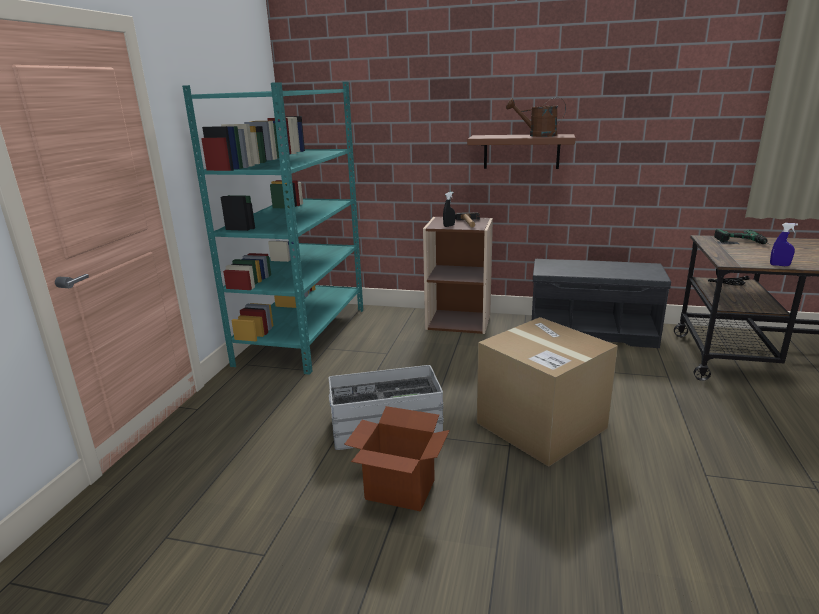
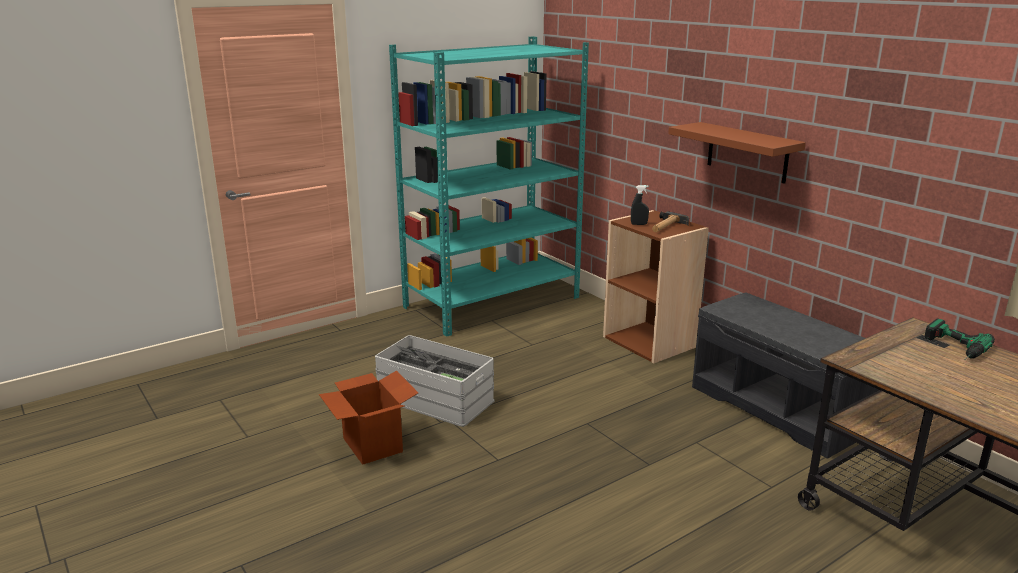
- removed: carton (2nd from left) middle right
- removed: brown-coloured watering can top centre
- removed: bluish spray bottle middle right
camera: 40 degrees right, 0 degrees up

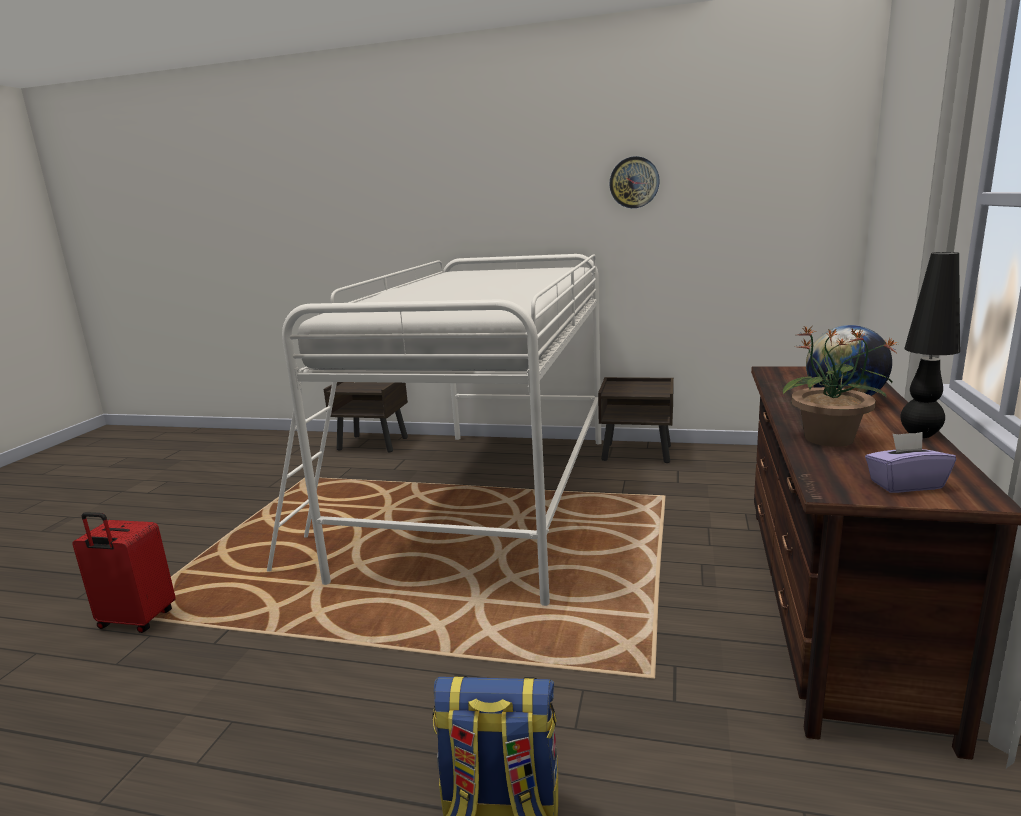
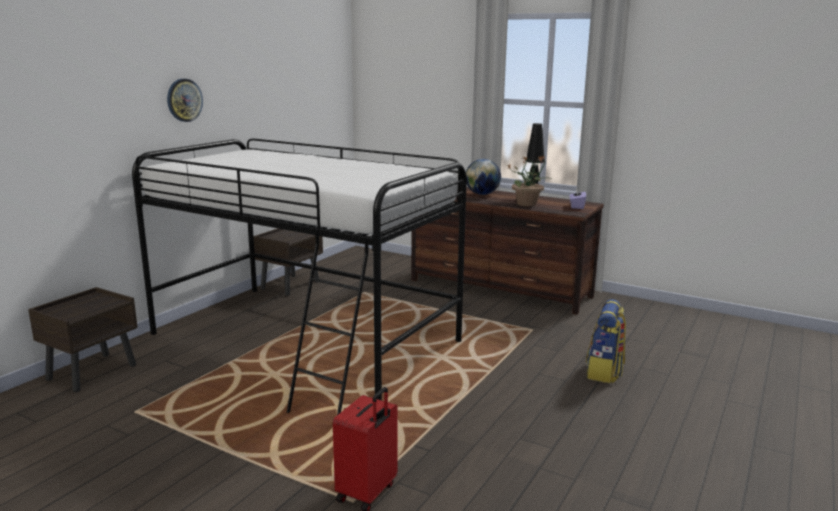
- recoloured: white bedroom bed centre to blackish bedroom bed centre
- moved: hanging clock top centre to top left
camera: 75 degrees left, 0 degrees up

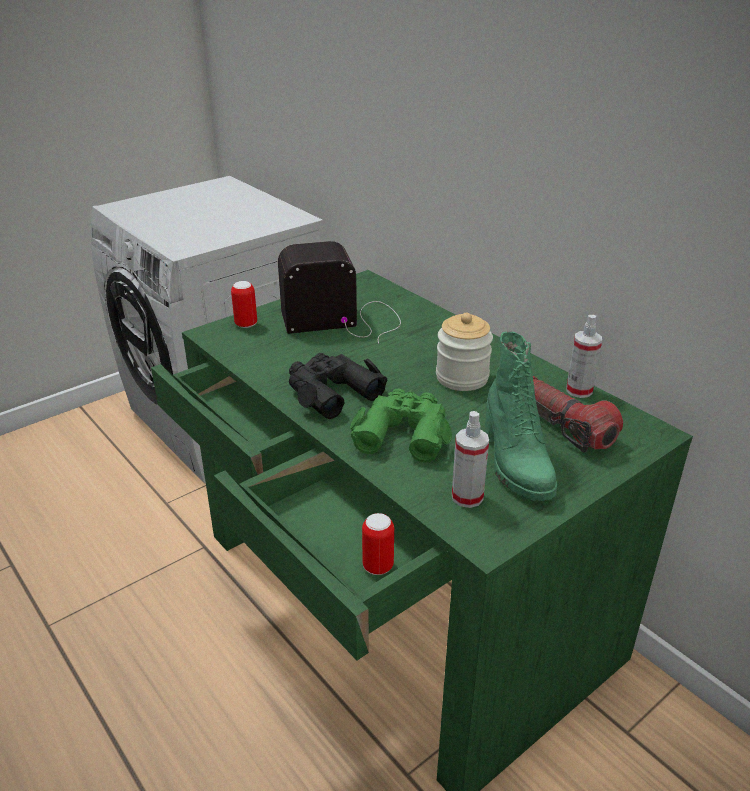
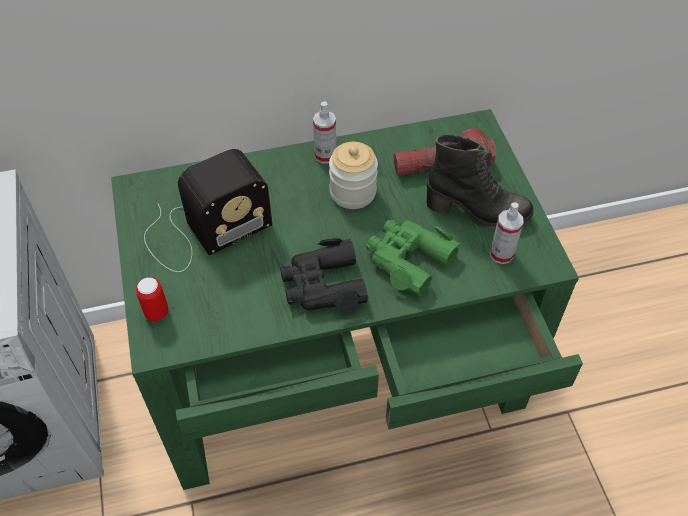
- turned: radio receiver centre = middle left 135 degrees counterclockwise
- moved: spray bottle (2nd from left in the first image) middle right to spray bottle (1st from left) top centre
- recoloured: green high-top boot middle right to blackish high-top boot middle right
- removed: can (2nd from left) bottom centre
camera: 65 degrees left, 20 degrees up

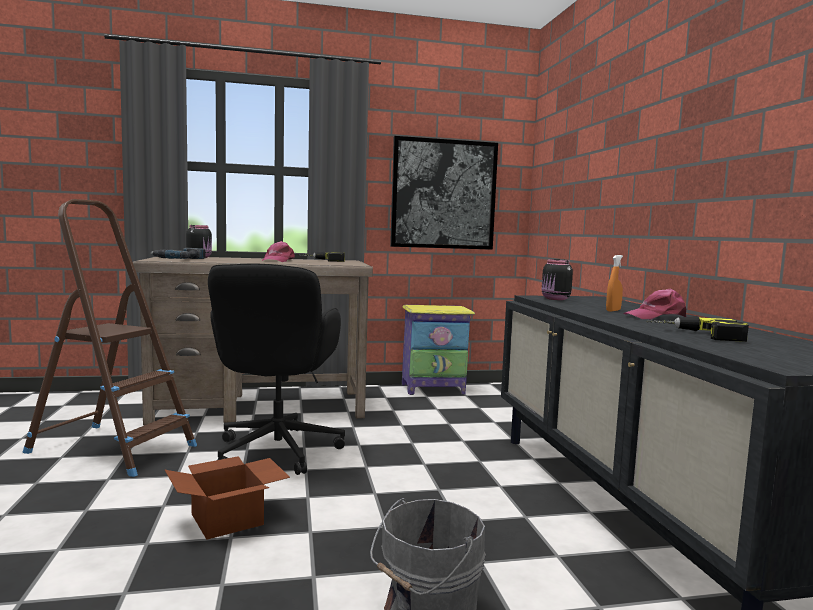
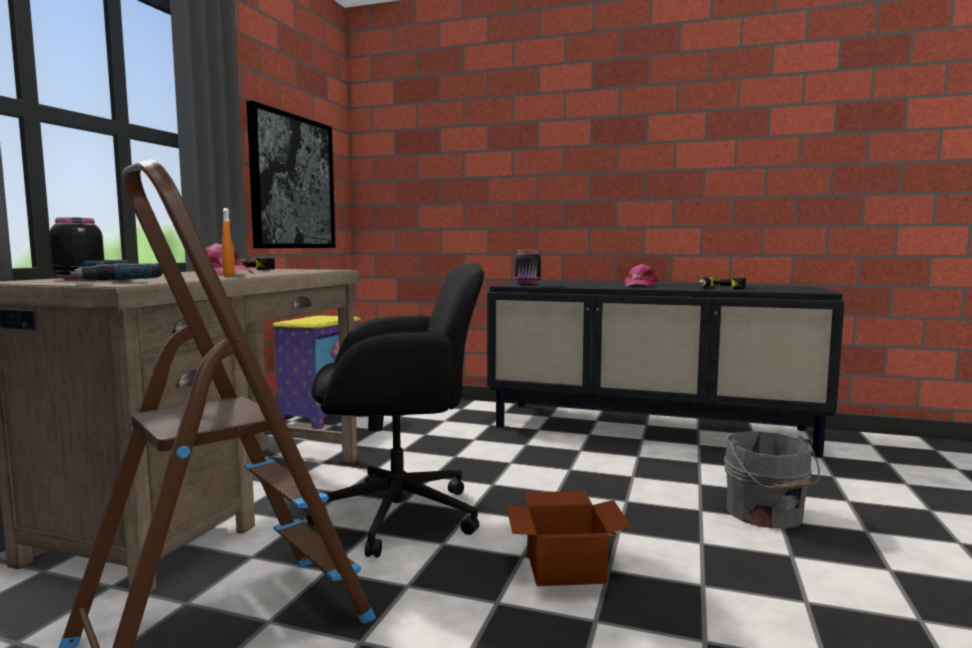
- moved: orangey spray bottle middle right to middle left
- turned: blackish office chair centre = centre 45 degrees counterclockwise
camera: 60 degrees left, 0 degrees up

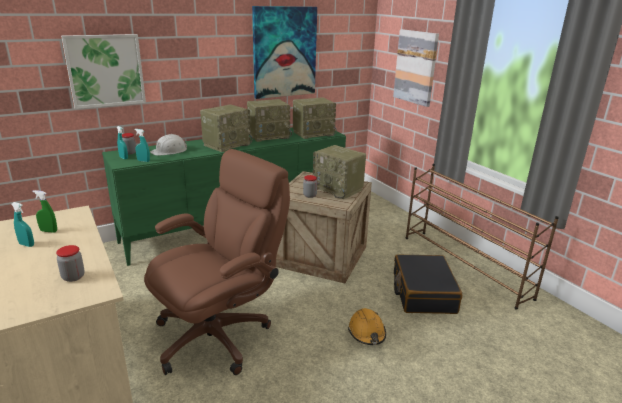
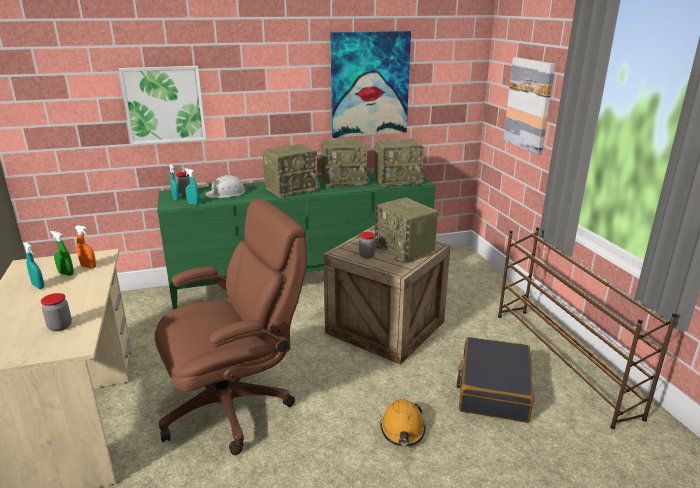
- added: orangey spray bottle middle left
camera: 15 degrees right, 0 degrees up

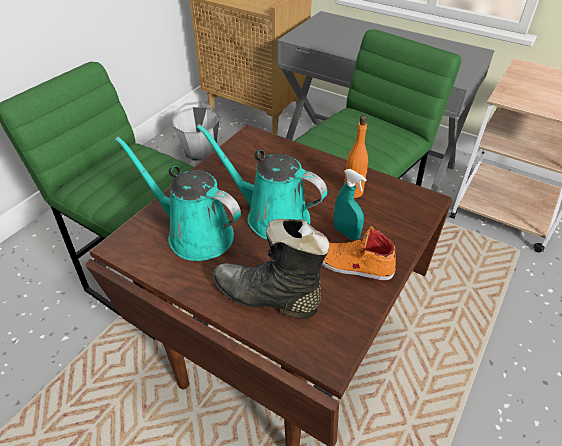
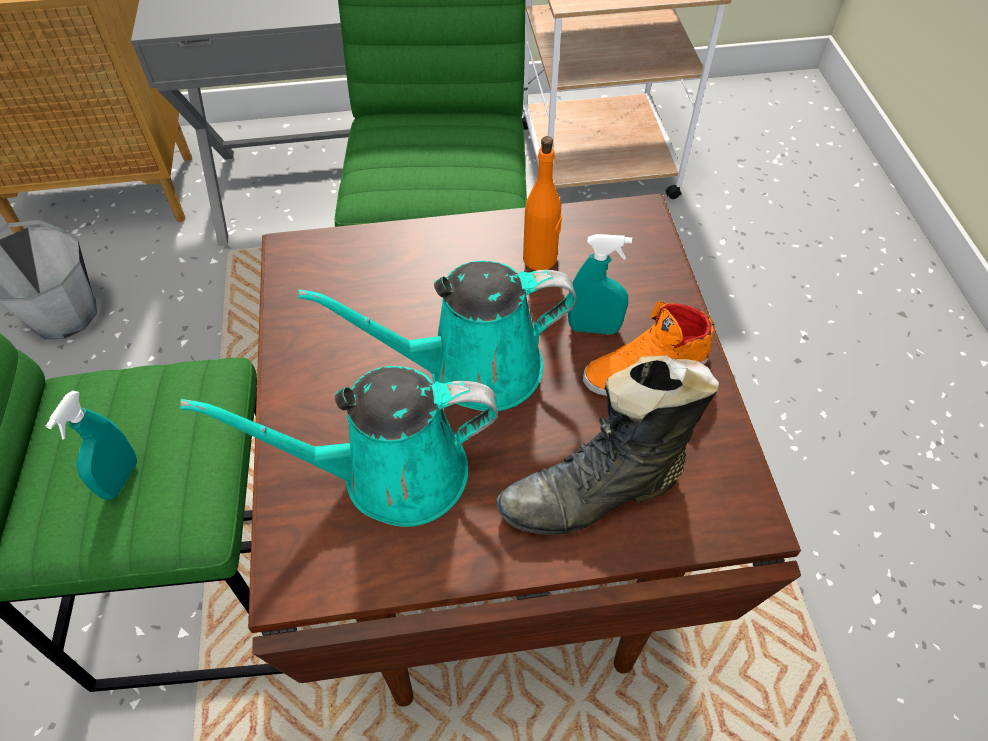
- added: turquoise spray bottle (1st from left) middle left
camera: 40 degrees left, 10 degrees up

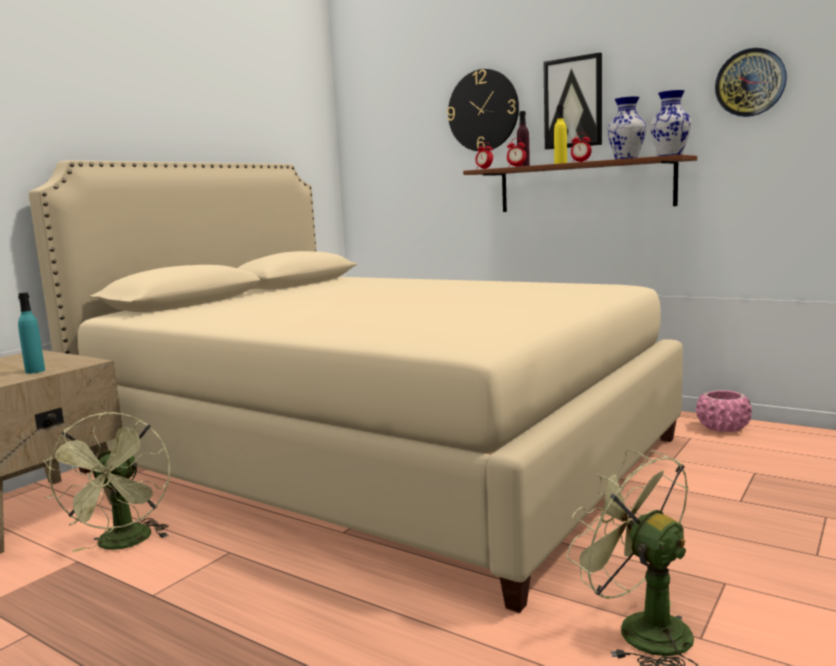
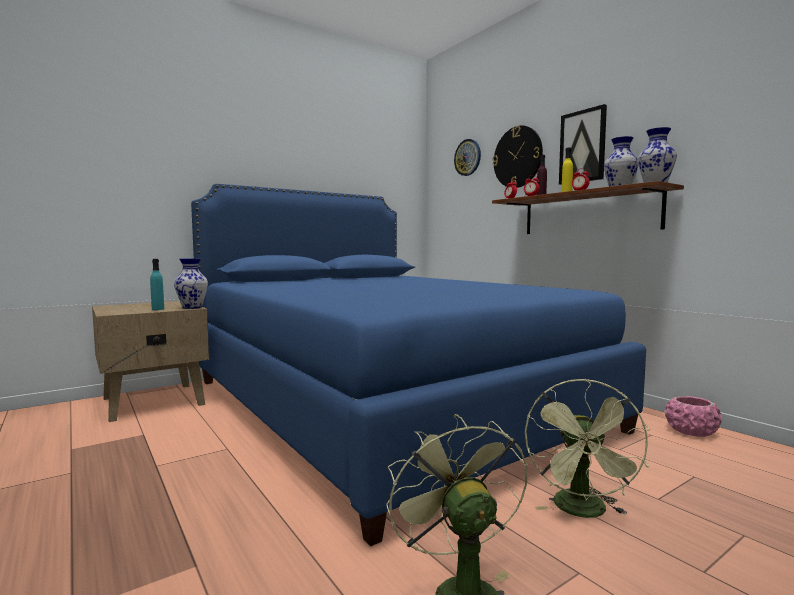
- added: vase (1st from left) middle left
- recoloured: sand-coloured bedroom bed centre to bluish bedroom bed centre
- moved: hanging clock (2nd from left in the first image) top right to hanging clock (1st from left) top centre
- moved: green fan (1st from left in the first image) bottom left to green fan (2nd from left) bottom right
camera: 20 degrees right, 5 degrees down

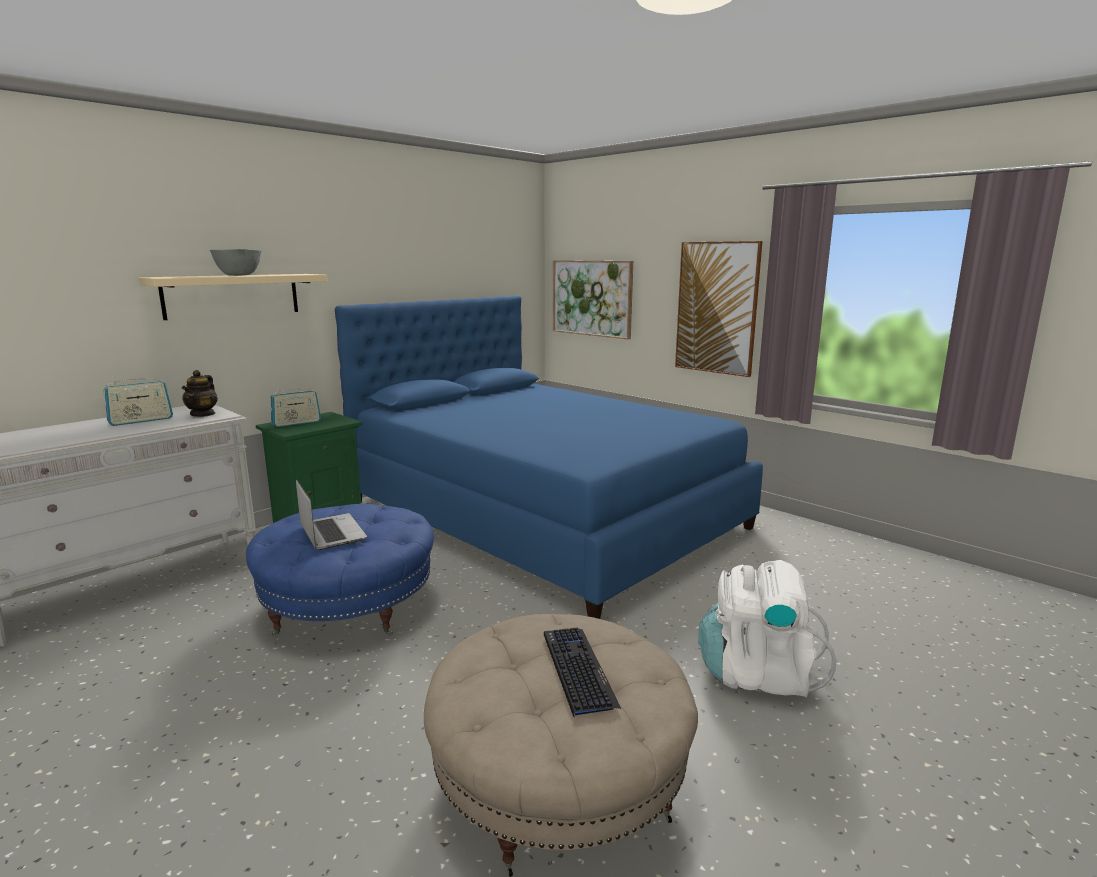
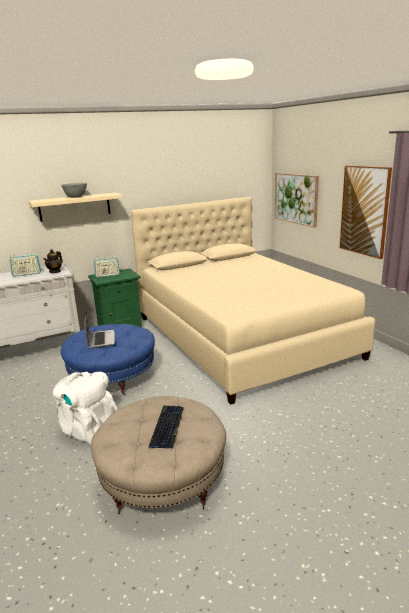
- moved: white rucksack bottom right to middle left
- recoloured: bluish bedroom bed centre to sand-coloured bedroom bed centre
camera: 20 degrees right, 5 degrees up

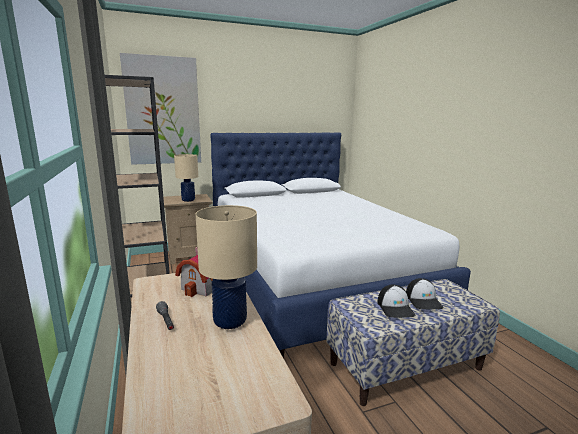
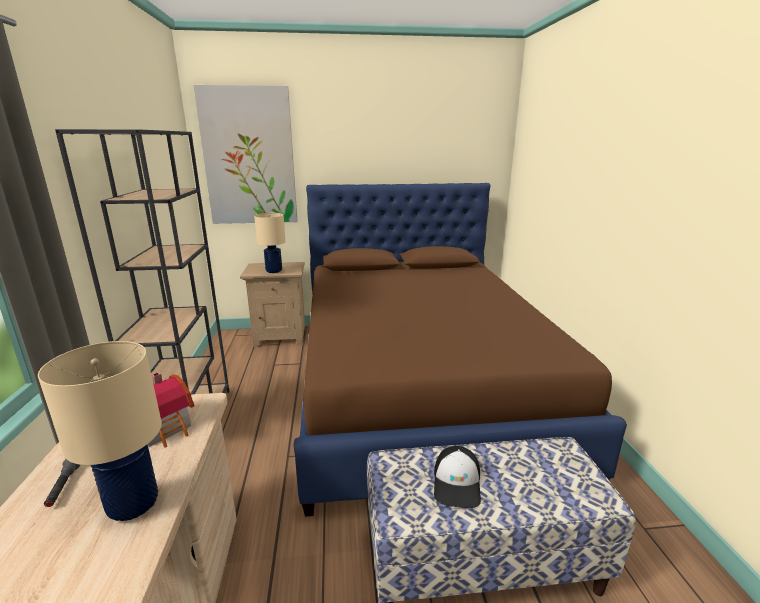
- recoloured: white bedroom bed centre to brown-coloured bedroom bed centre
- removed: baseball cap (2nd from left) bottom right
camera: 15 degrees right, 5 degrees up

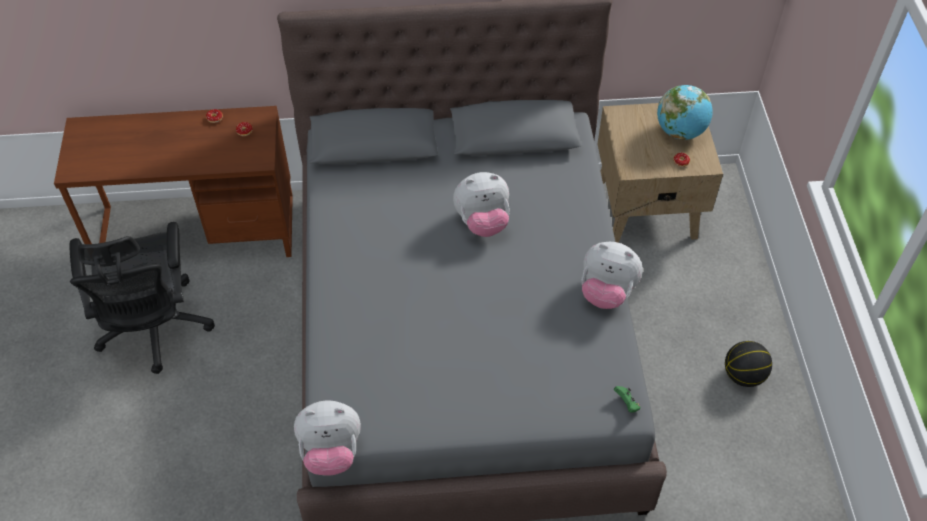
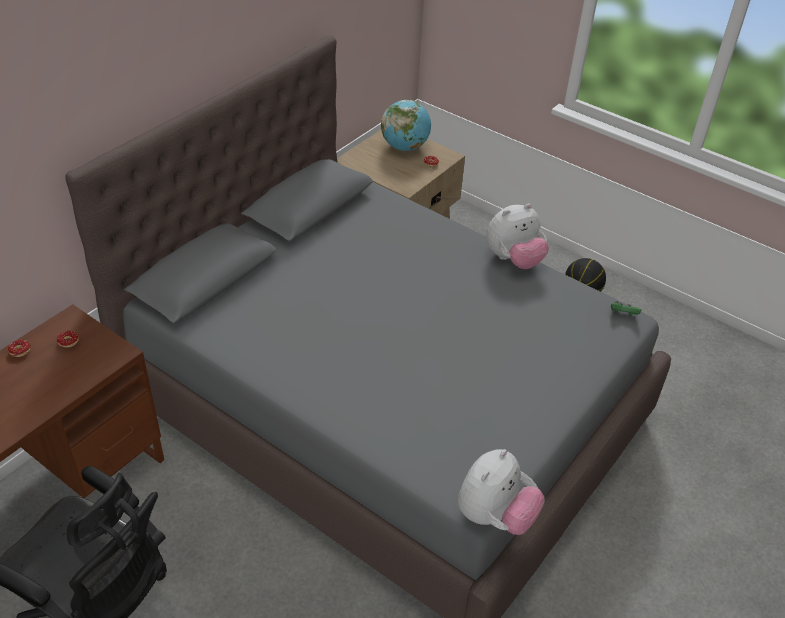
- removed: soft toy (2nd from left) centre
camera: 50 degrees left, 10 degrees down

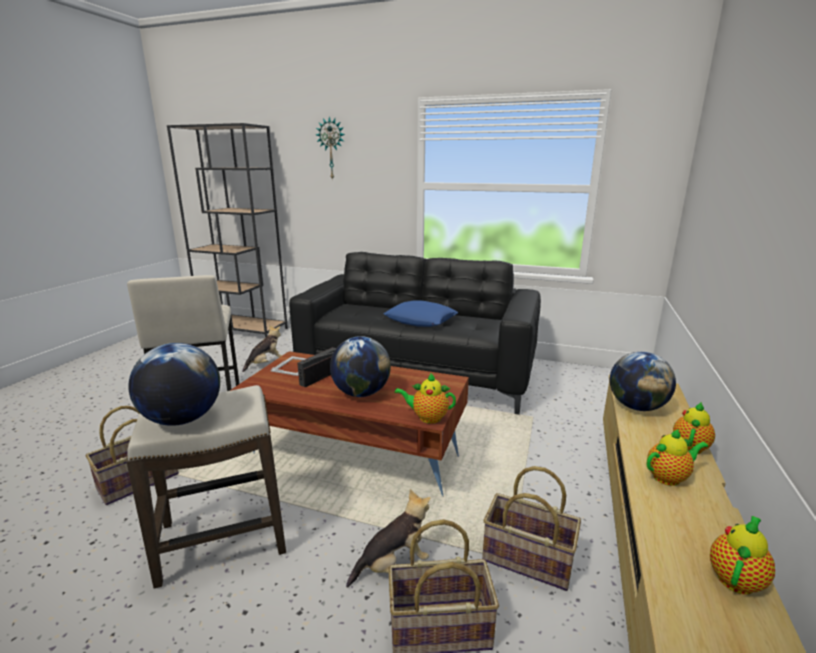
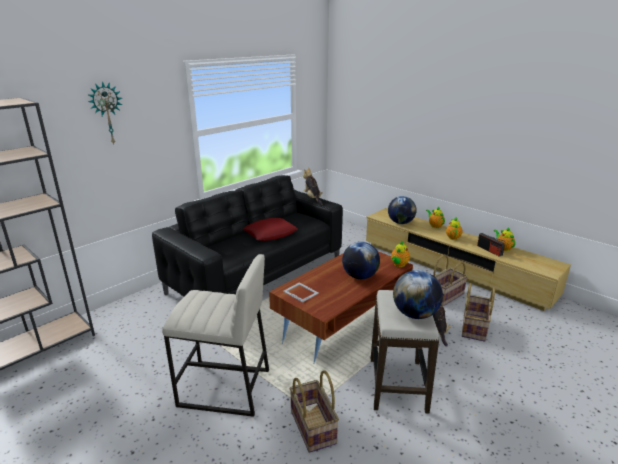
- recoloured: bluish cushion centre to red cushion centre
- moved: soft toy (1st from left) middle left to centre
- moved: radio receiver centre to middle right
camera: 65 degrees left, 5 degrees up

